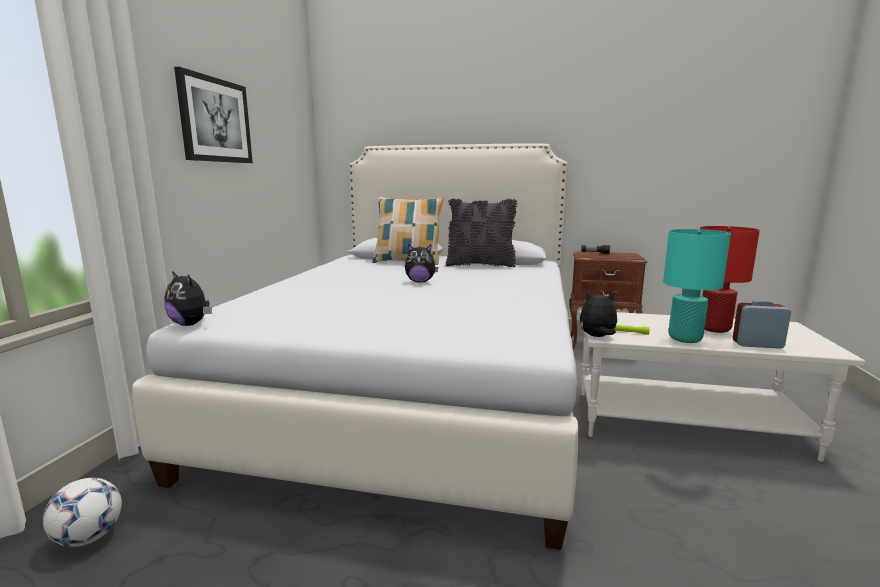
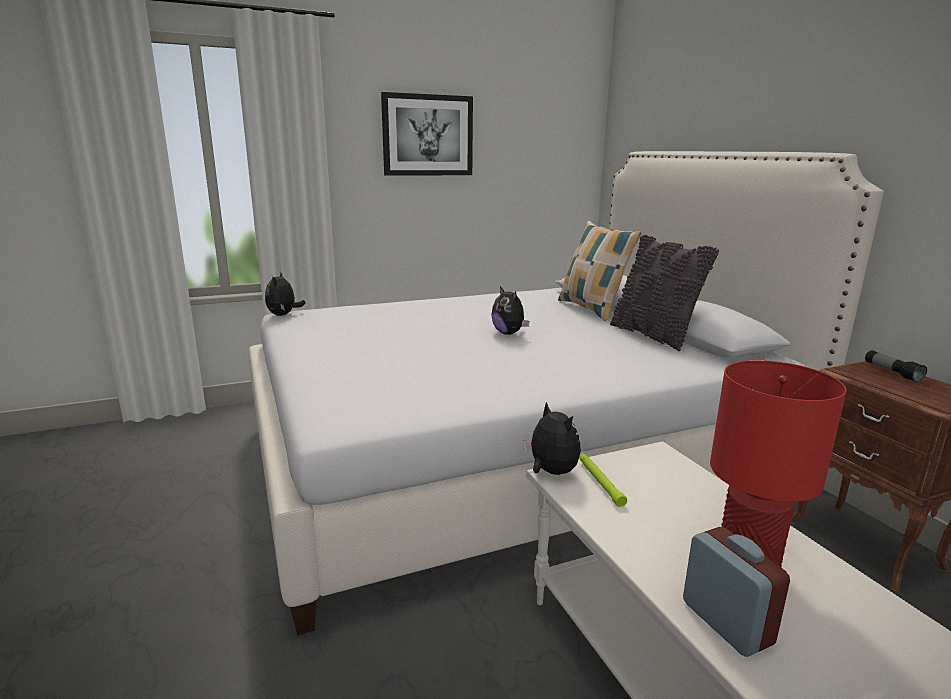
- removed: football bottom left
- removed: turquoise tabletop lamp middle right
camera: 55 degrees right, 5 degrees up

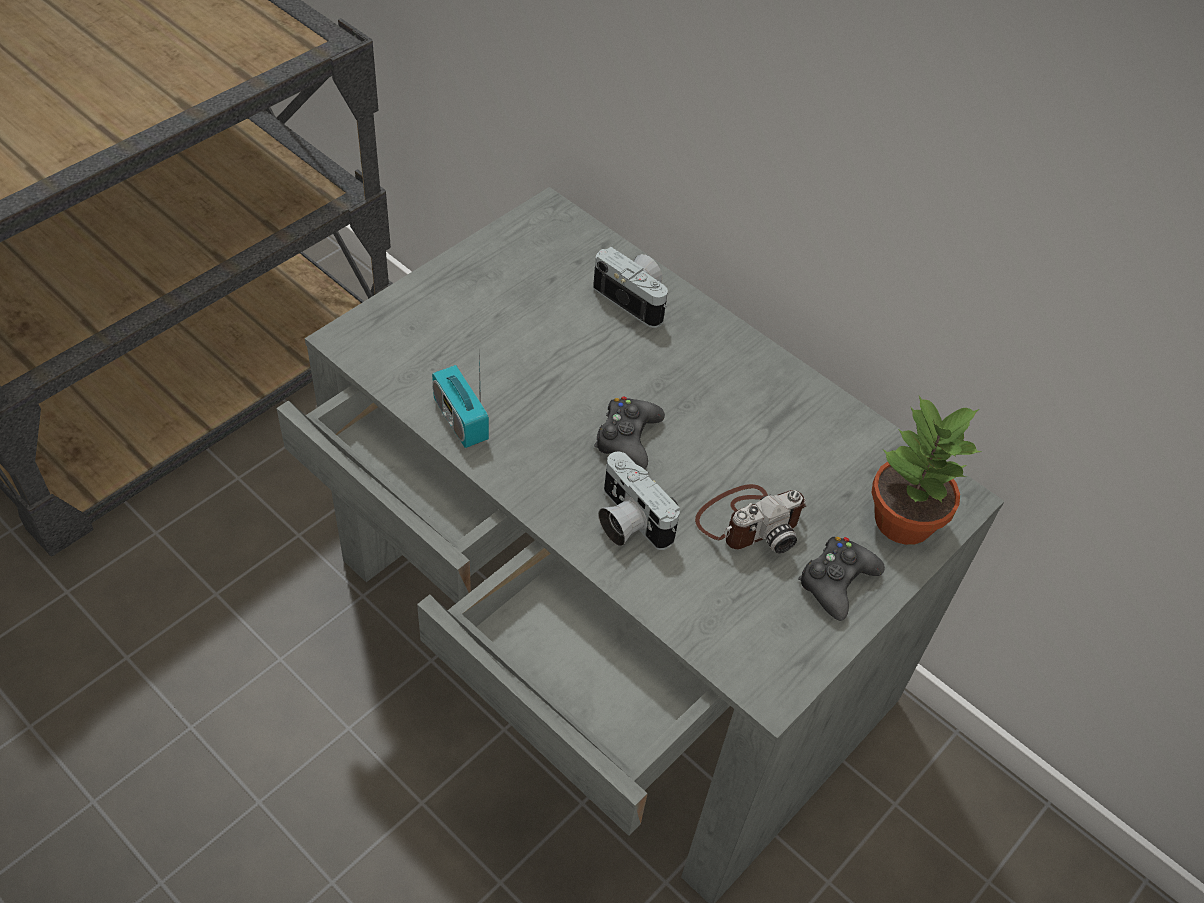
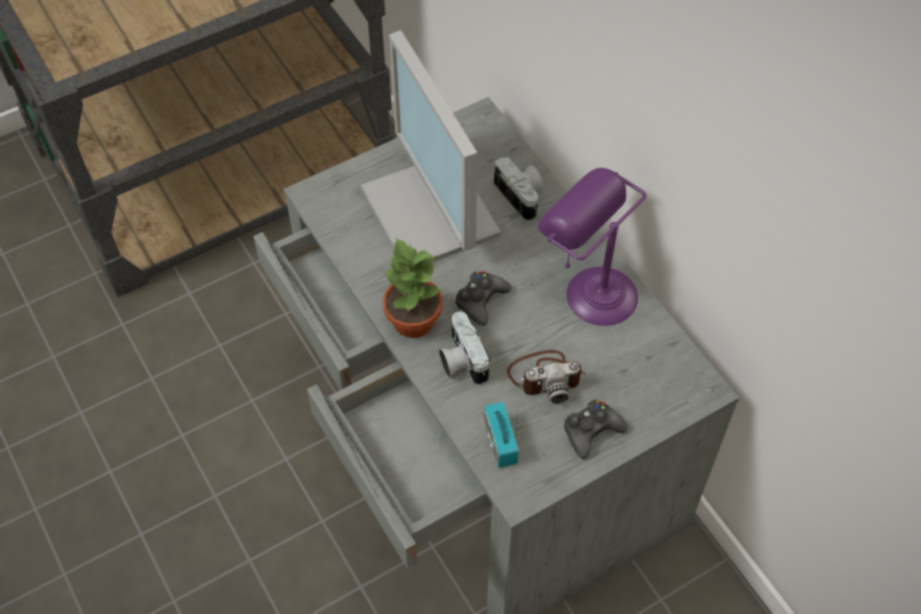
- added: computer screen top centre
- moved: houseplant middle right to centre
- moved: radio receiver centre to bottom centre
- added: purplish tabletop lamp centre
camera: 20 degrees right, 5 degrees up

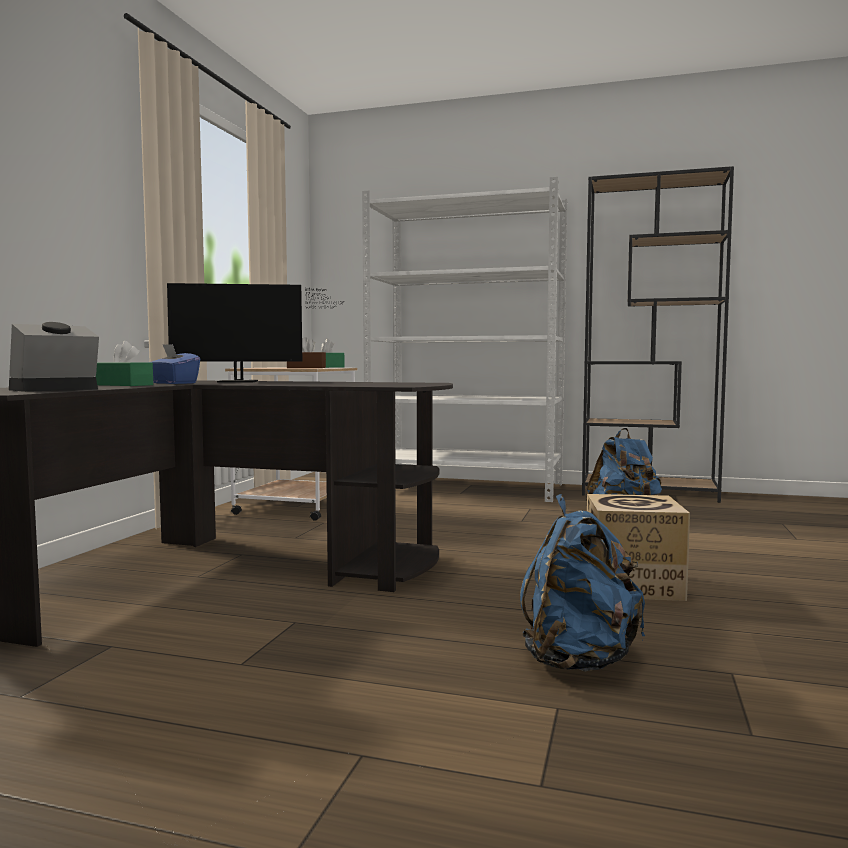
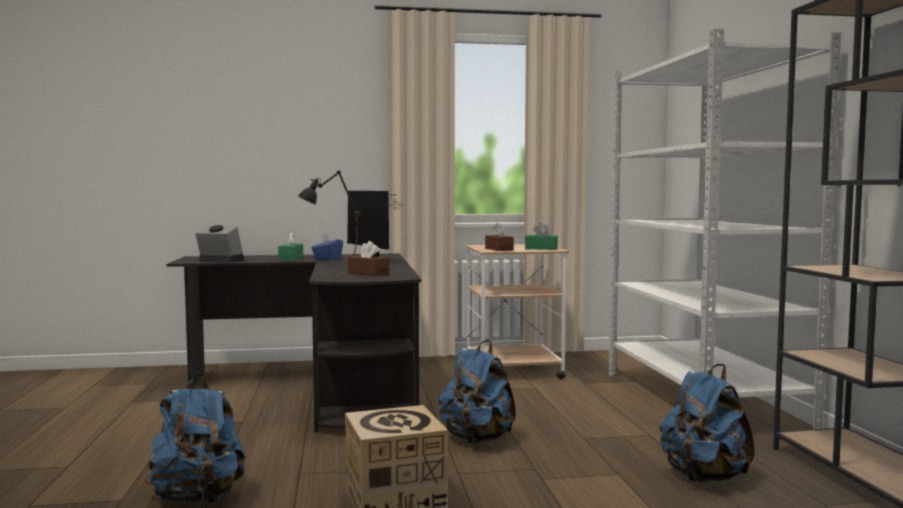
- added: blackish tabletop lamp centre
- added: brown-coloured tissue holder (1st from left) centre
- added: bluish rucksack (2nd from left) bottom centre
camera: 65 degrees right, 0 degrees up

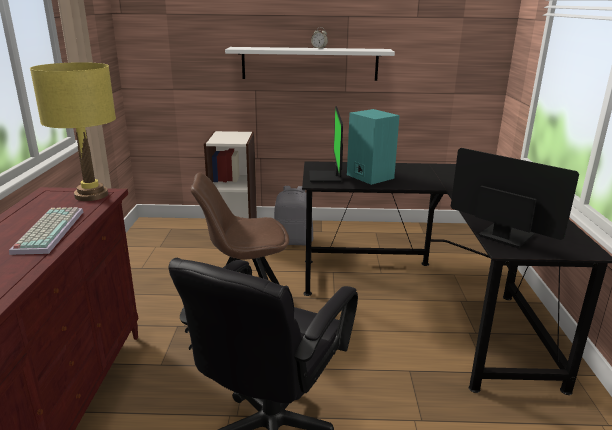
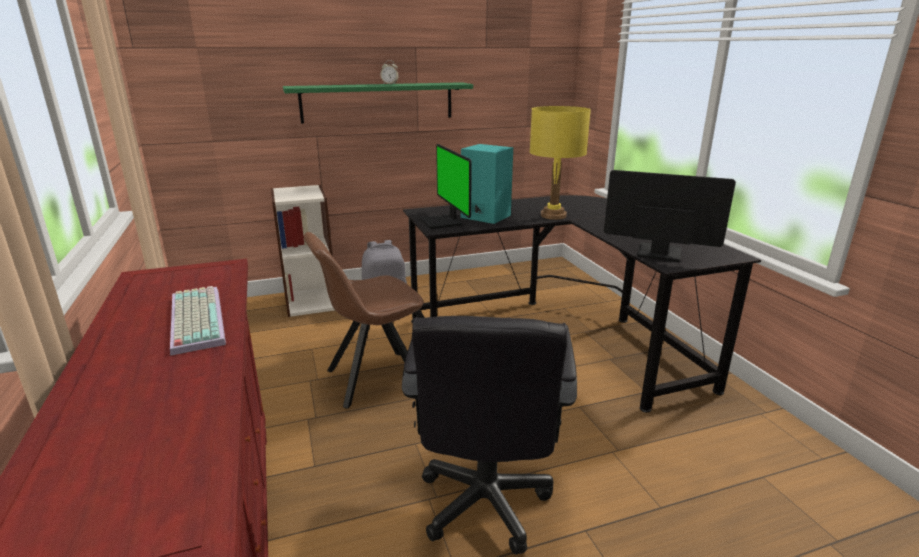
- recoloured: white bracket shelf top centre to green bracket shelf top centre
- moved: yellow-coloured tabletop lamp top left to top centre
camera: 20 degrees left, 0 degrees up

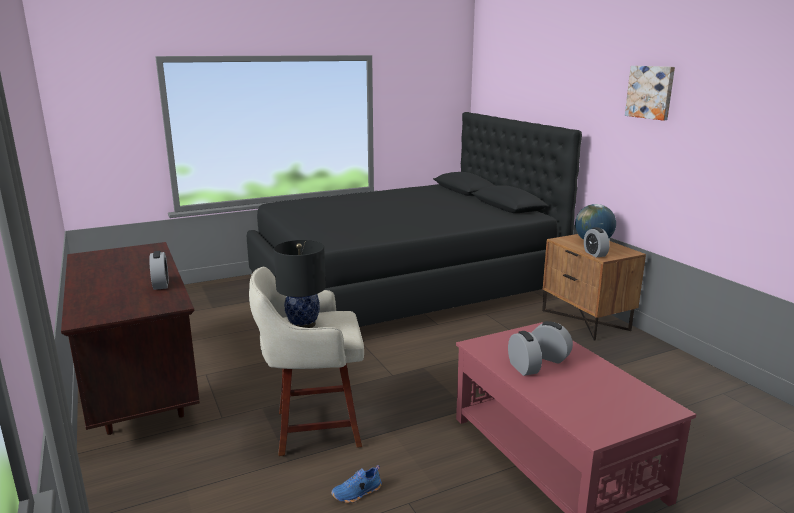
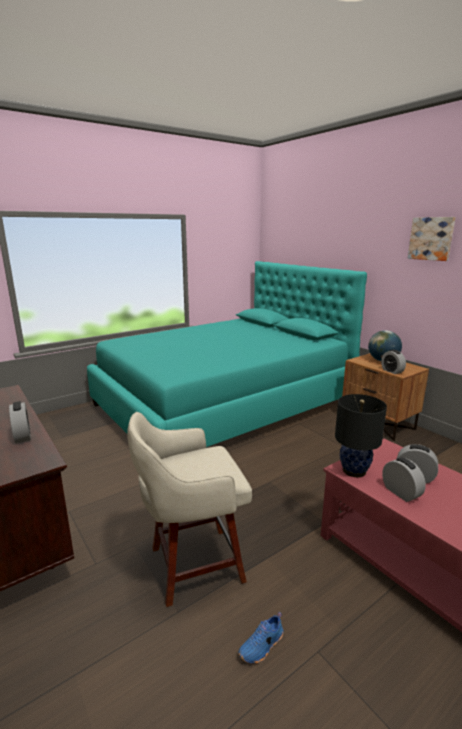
- recoloured: blackish bedroom bed centre to turquoise bedroom bed centre
- moved: blackish tabletop lamp centre to middle right
camera: 10 degrees left, 0 degrees up

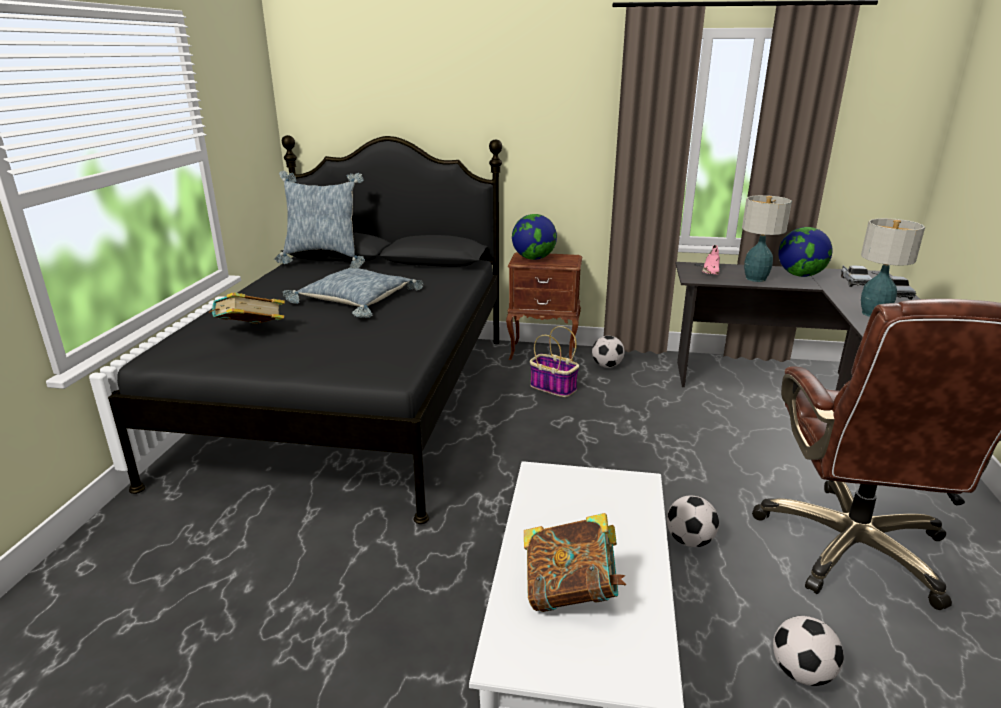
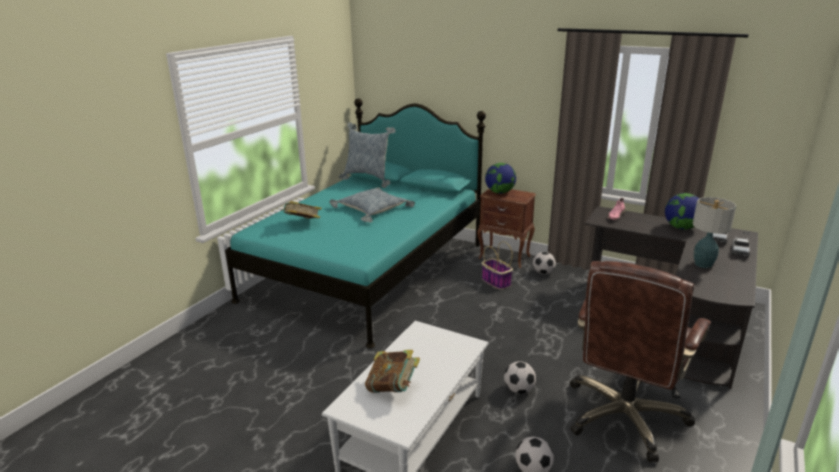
- recoloured: blackish bedroom bed middle left to turquoise bedroom bed centre
- removed: tabletop lamp (1st from left) middle right
camera: 20 degrees right, 0 degrees up

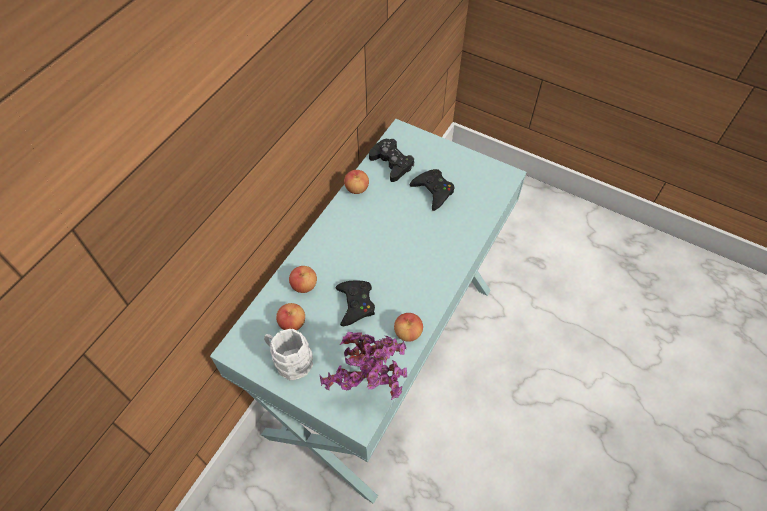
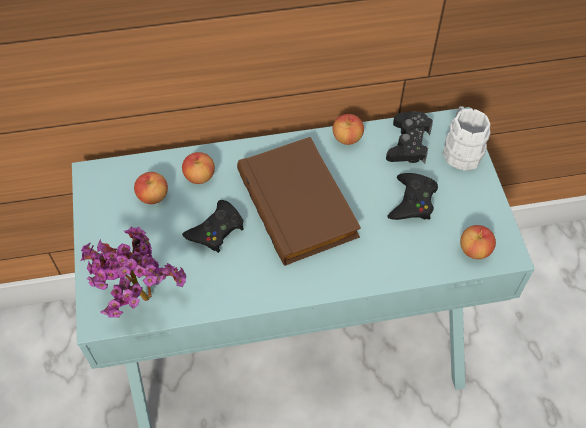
- added: brown-coloured bound book centre
- moved: white mug bottom centre to top right
- moved: whole apple (4th from left) centre to middle right
camera: 50 degrees right, 0 degrees up

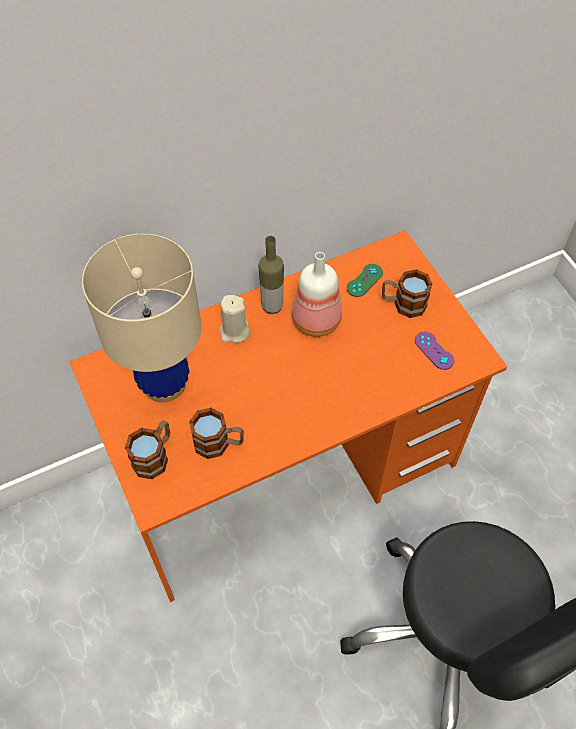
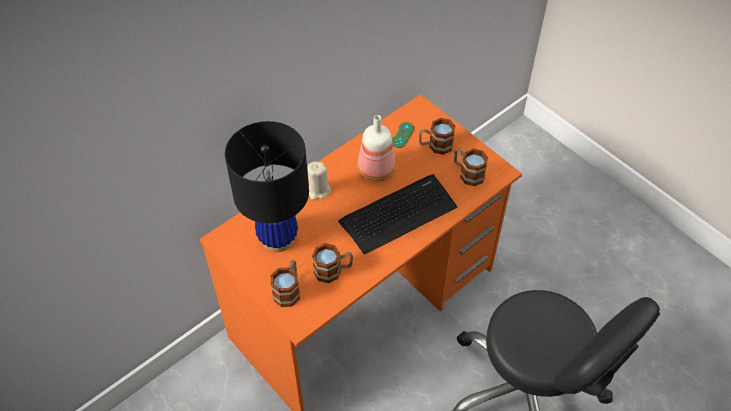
- recoloured: sand-coloured tabletop lamp middle left to blackish tabletop lamp centre
- added: PC keyboard centre
- replaced: purplish joypad middle right to mug (4th from left) centre
- removed: drink bottle (1st from left) centre
camera: 15 degrees left, 5 degrees down

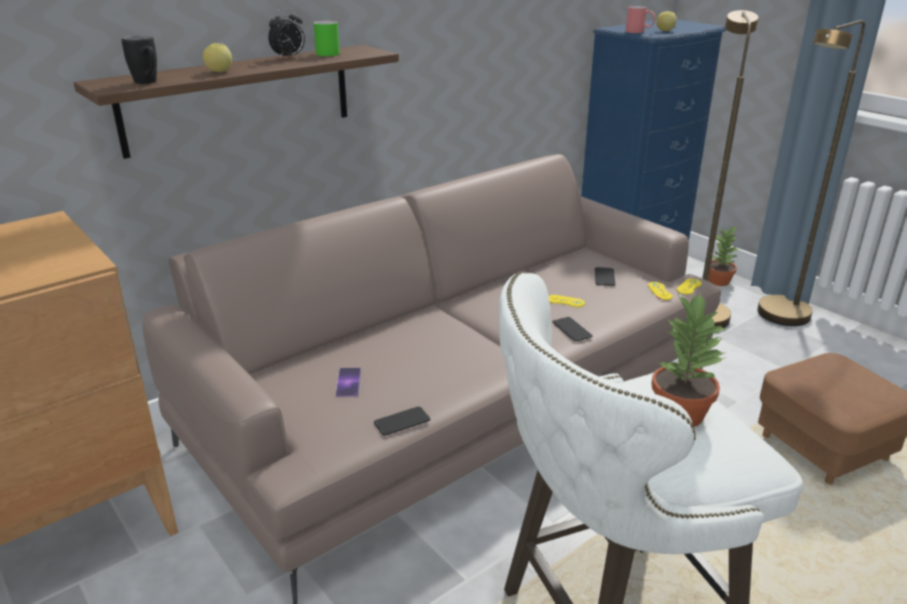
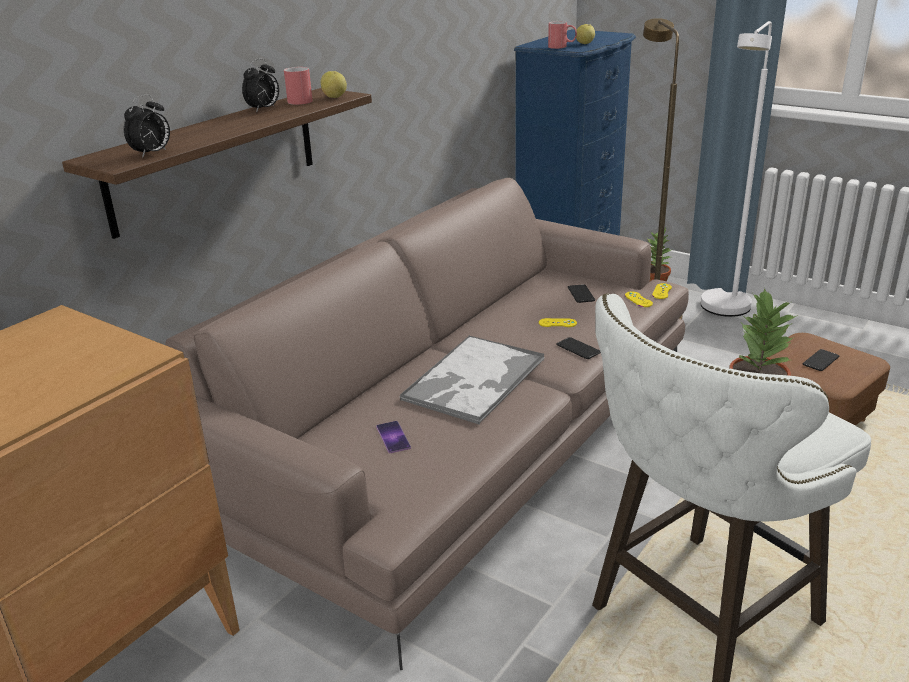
- replaced: blackish mug top left to alarm clock (1st from left) top left
- recoloured: green mug top centre to red mug (1st from left) top left
- moved: whole apple (1st from left) top left to top centre
- added: serving tray centre
- recoloured: brown-coloured floor lamp (2nd from left) top right to white floor lamp top right
- moved: phone (2nd from left in the first image) bottom centre to phone (4th from left) middle right
camera: 15 degrees left, 0 degrees up

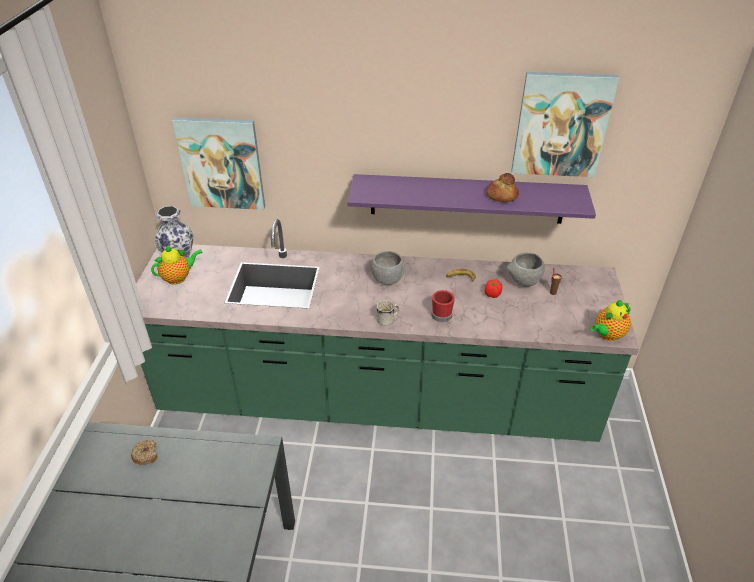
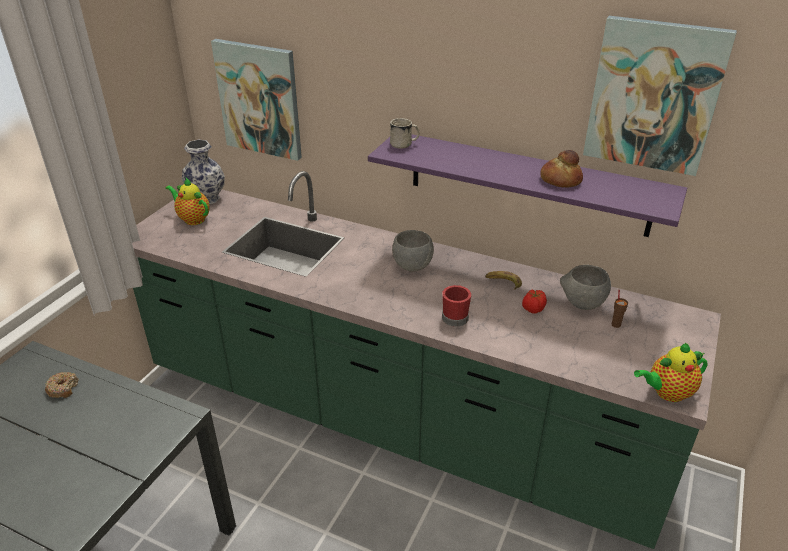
- turned: tea pot (1st from left) middle left = middle left 135 degrees counterclockwise
- moved: white mug centre to top centre
camera: 20 degrees right, 5 degrees down

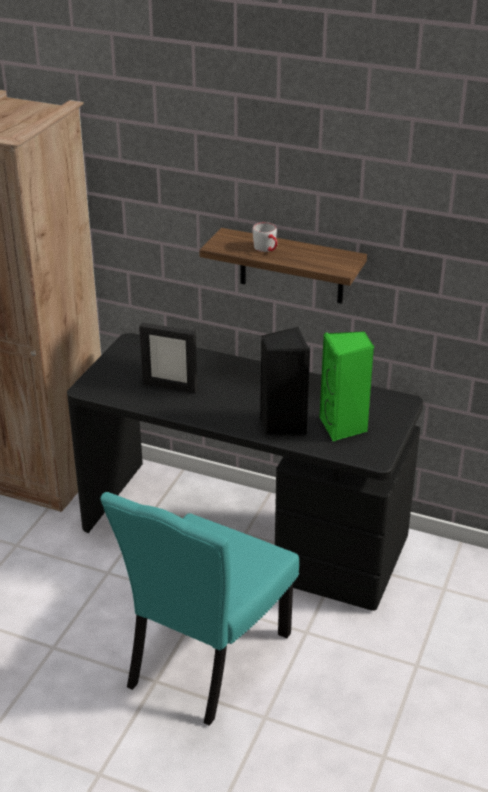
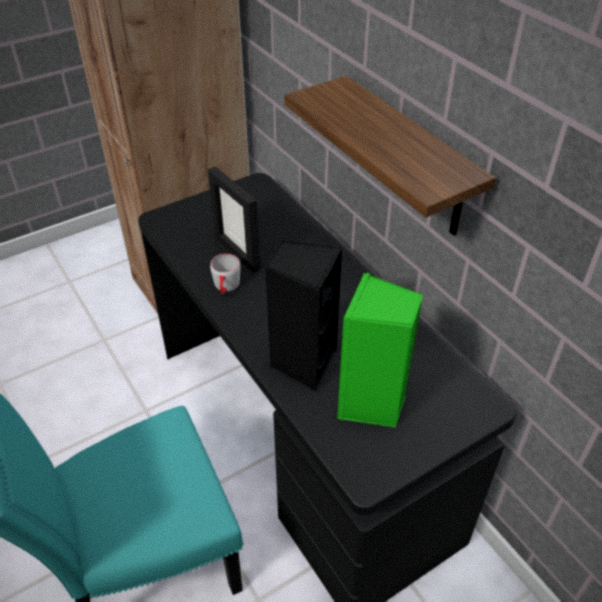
- moved: grey mug top centre to centre
camera: 35 degrees right, 10 degrees up

